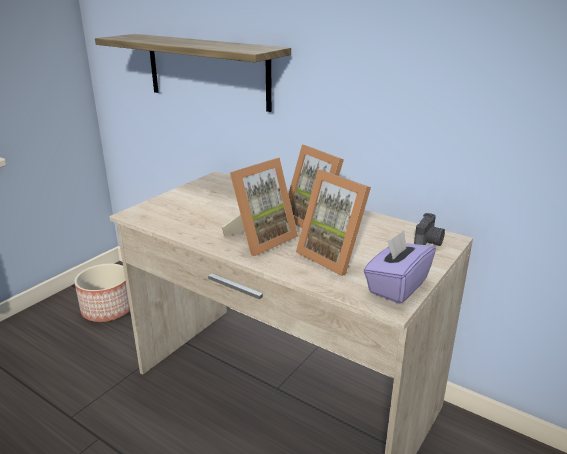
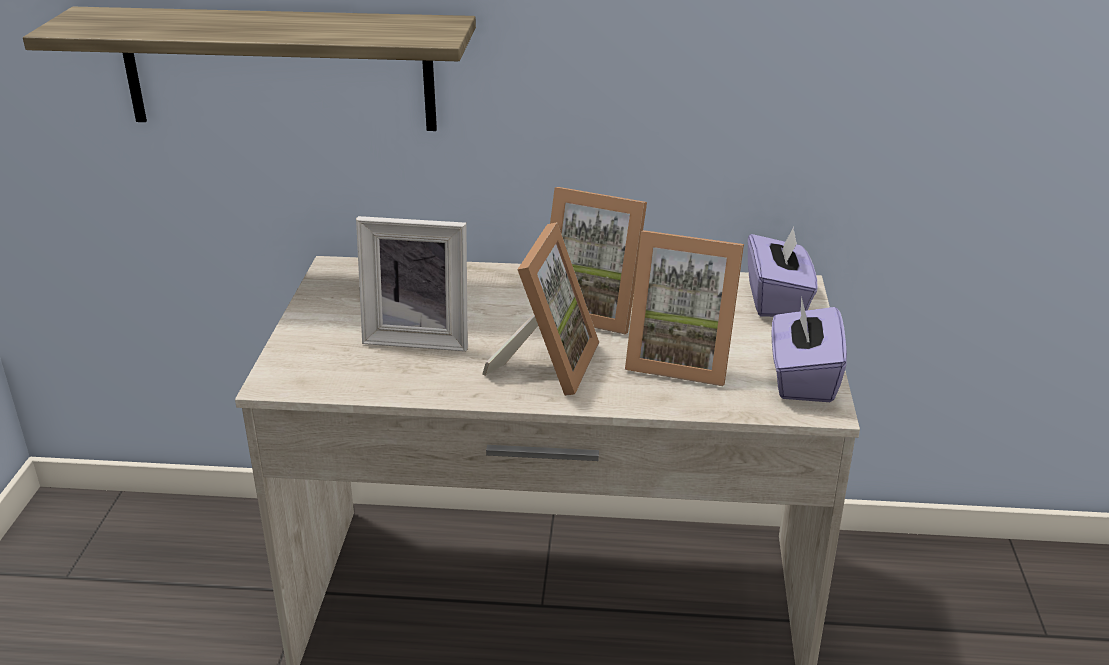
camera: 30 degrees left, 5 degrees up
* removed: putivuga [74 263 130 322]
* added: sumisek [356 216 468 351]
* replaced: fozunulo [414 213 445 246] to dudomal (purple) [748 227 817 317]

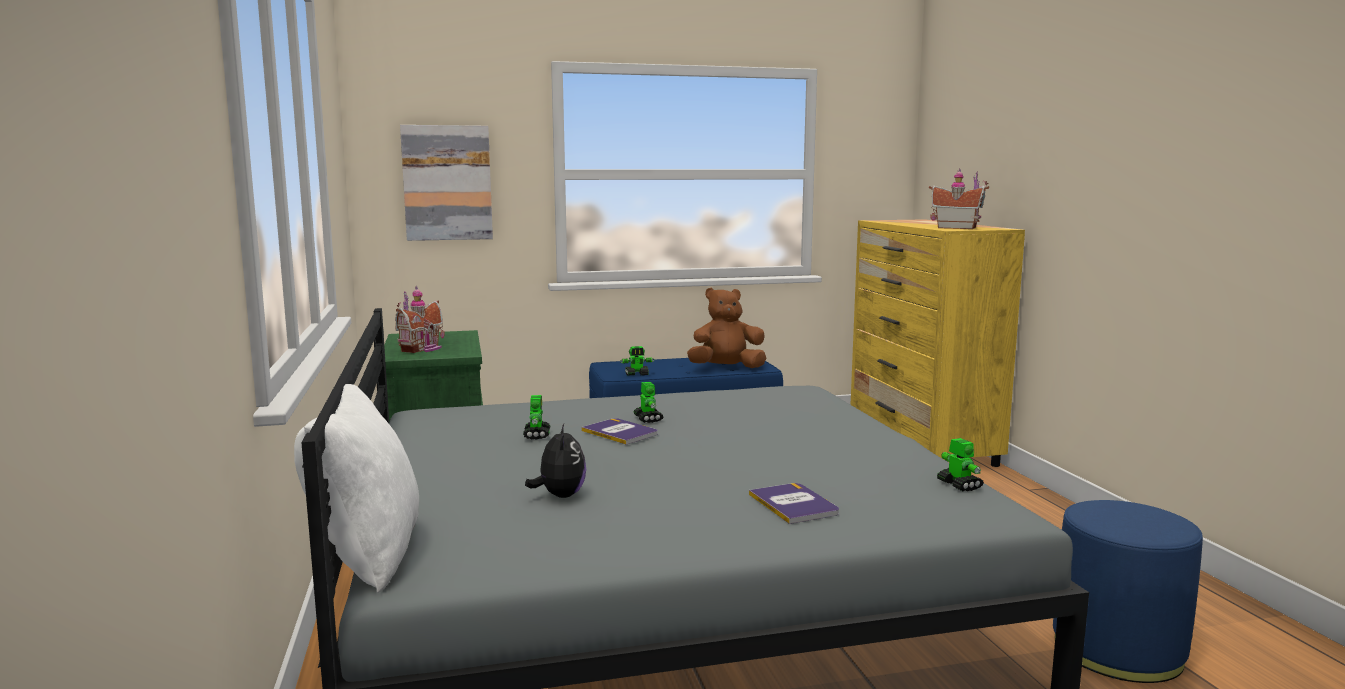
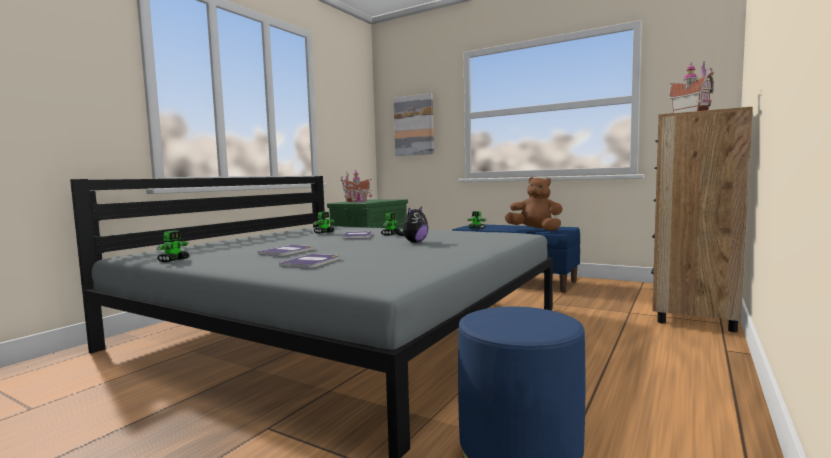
camera: 45 degrees right, 5 degrees down
* removed: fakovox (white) [294 384 419 593]
* added: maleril [258 245 314 256]
* moved: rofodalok [525 424 586 498] to [396 206 428 243]
* moved: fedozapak [937 438 984 491] to [157 231 189 262]
* recoloured: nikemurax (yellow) [851 219 1025 467] to nikemurax (brown) [651 107 753 332]

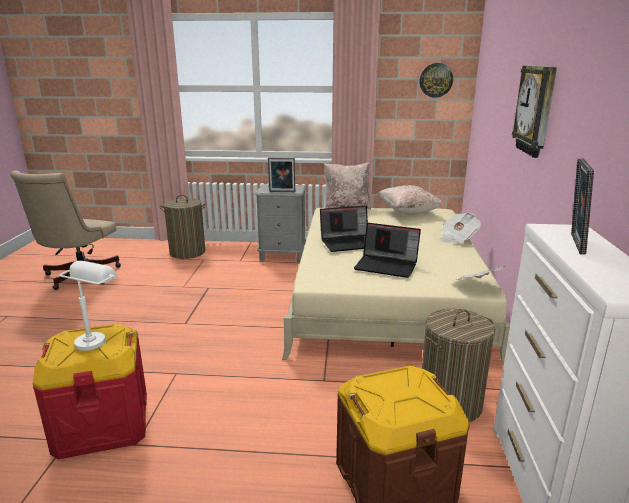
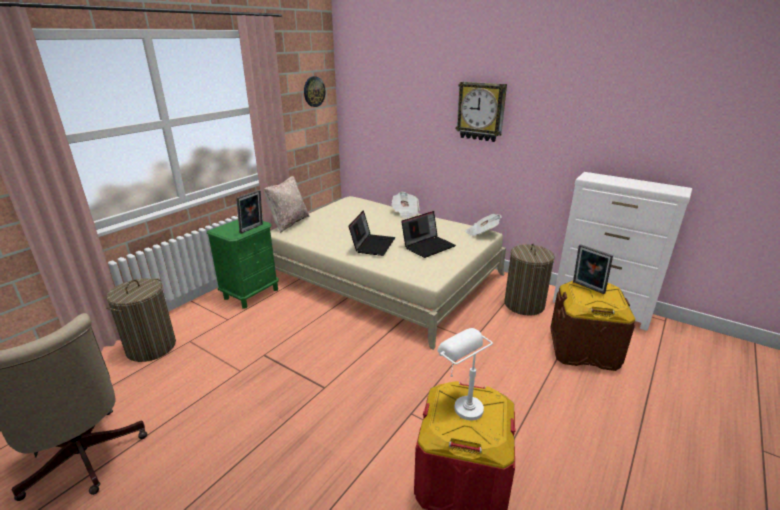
camera: 60 degrees left, 5 degrees up
* removed: fakovox (beige) [378 185 443 214]
* moved: sumisek [571 158 594 254] to [573 244 613 294]
* recoloured: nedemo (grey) [255 184 306 262] to nedemo (green) [206 219 279 309]

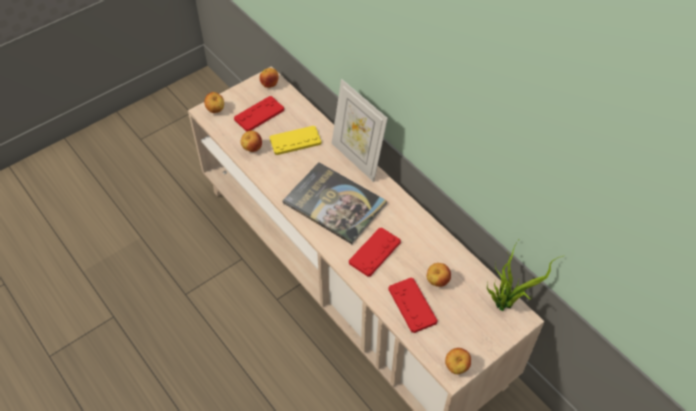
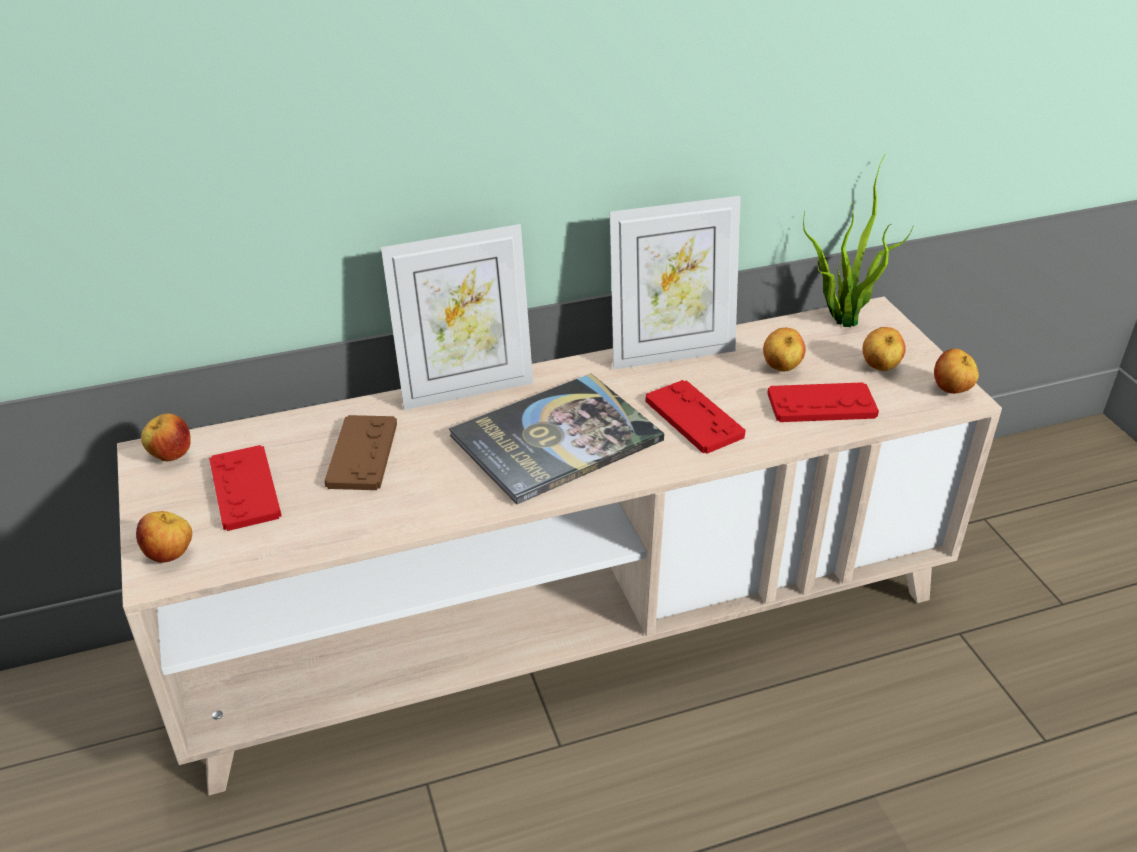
camera: 70 degrees left, 15 degrees down
* added: sumisek [610 196 741 370]
* moved: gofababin [240 131 262 152] to [863 327 906 371]
* recoloured: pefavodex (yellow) [269 126 322 155] to pefavodex (brown) [324 415 397 490]

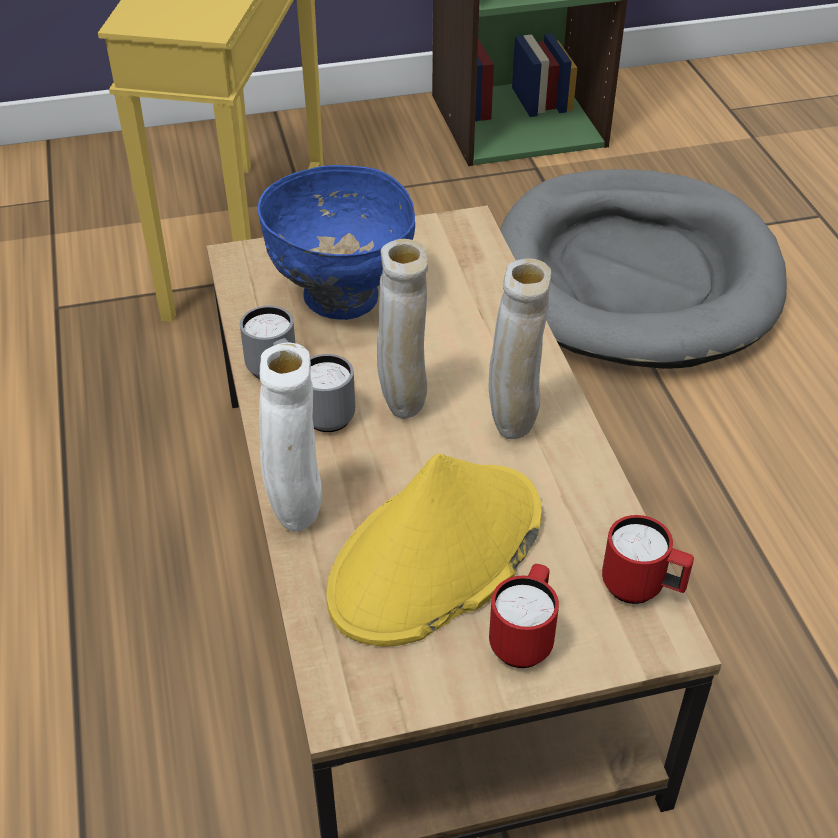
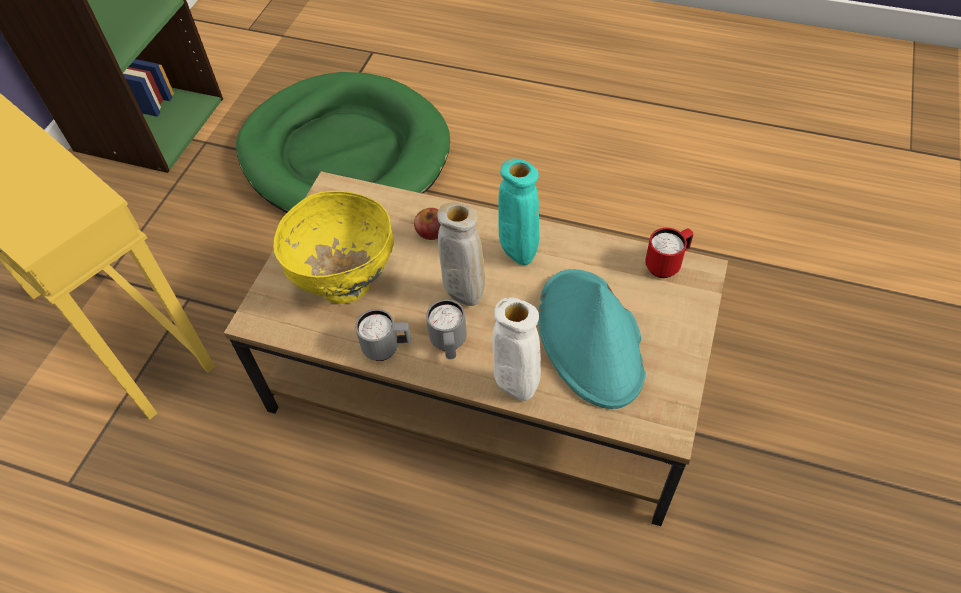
camera: 55 degrees left, 10 degrees up
* removed: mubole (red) [489 564 559 668]
* added: gofababin [414 208 441 240]
* recoloured: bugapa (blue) [258 165 415 320] to bugapa (yellow) [273 191 394 304]
* recoloured: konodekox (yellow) [326 454 542 647] to konodekox (turquoise) [538 269 646 409]
* recoloured: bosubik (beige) [489 258 552 439] to bosubik (turquoise) [498 159 539 265]
* recoloured: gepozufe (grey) [500 169 787 369] to gepozufe (green) [236 72 450 213]

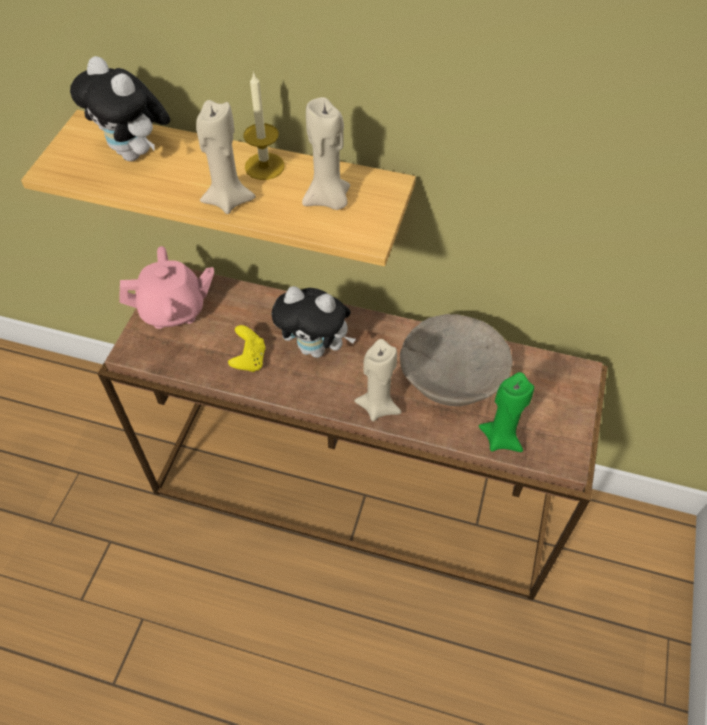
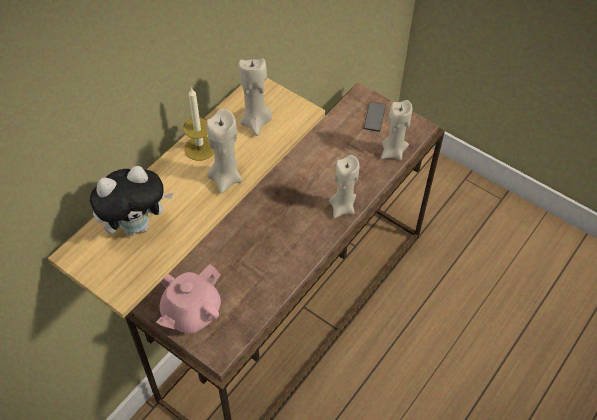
camera: 70 degrees left, 0 degrees up
* removed: pefavodex (yellow) [228 325 265 372]
* removed: rofodalok [272 286 356 358]
* removed: bugapa (beige) [400 314 513 406]
* added: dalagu [364 102 386 132]
* recoloured: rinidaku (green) [479 372 534 452] to rinidaku (beige) [381 100 412 160]
* turned: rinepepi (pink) [120 246 214 329] = [156 264 221 333] 150 degrees counterclockwise

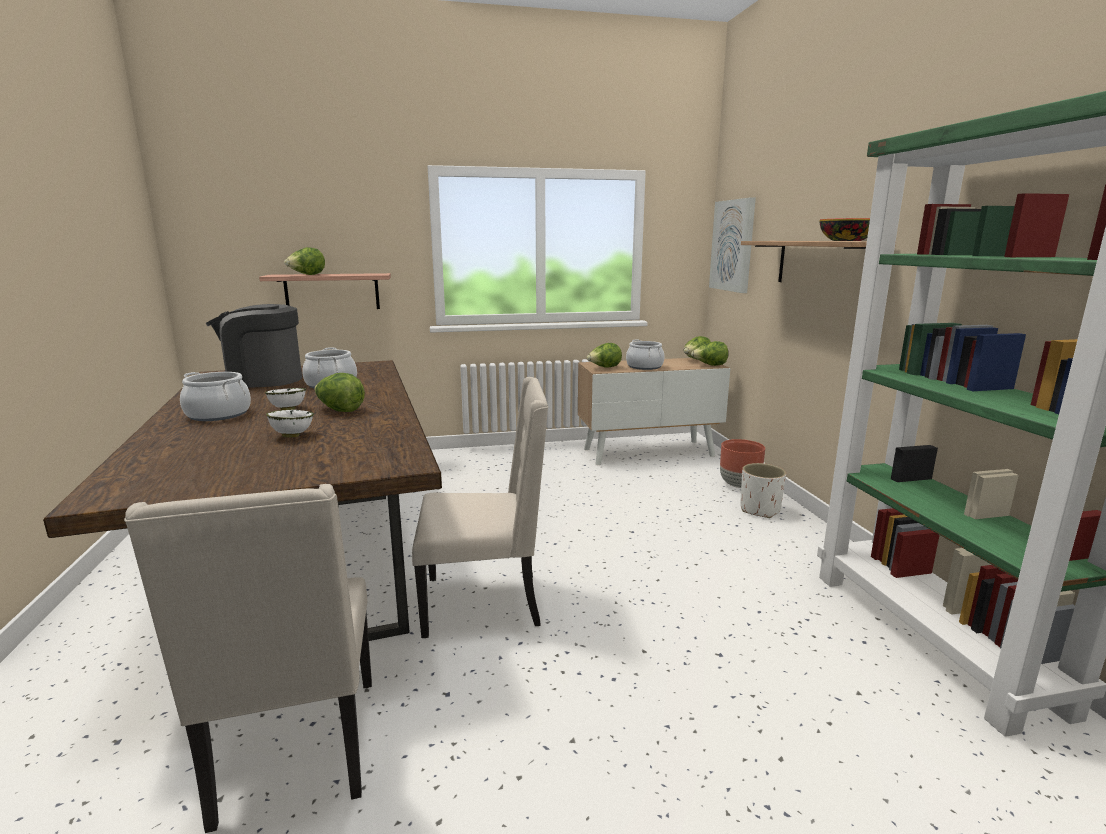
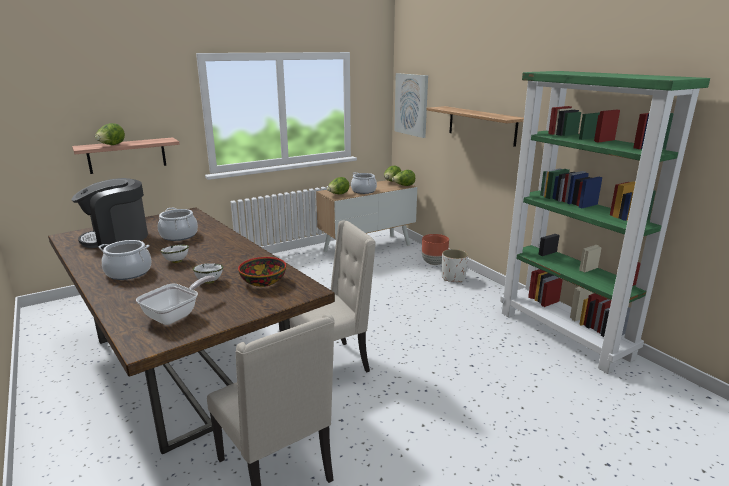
camera: 20 degrees left, 5 degrees up
* removed: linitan [314 373 365 412]
* added: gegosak [136 275 215 325]
* moved: bugapa [819 218 870 241] to [238 257 286 287]

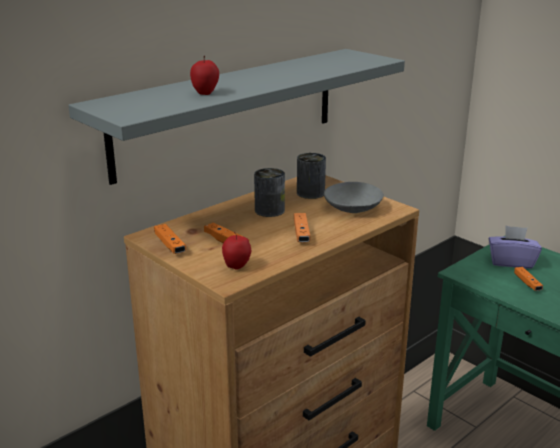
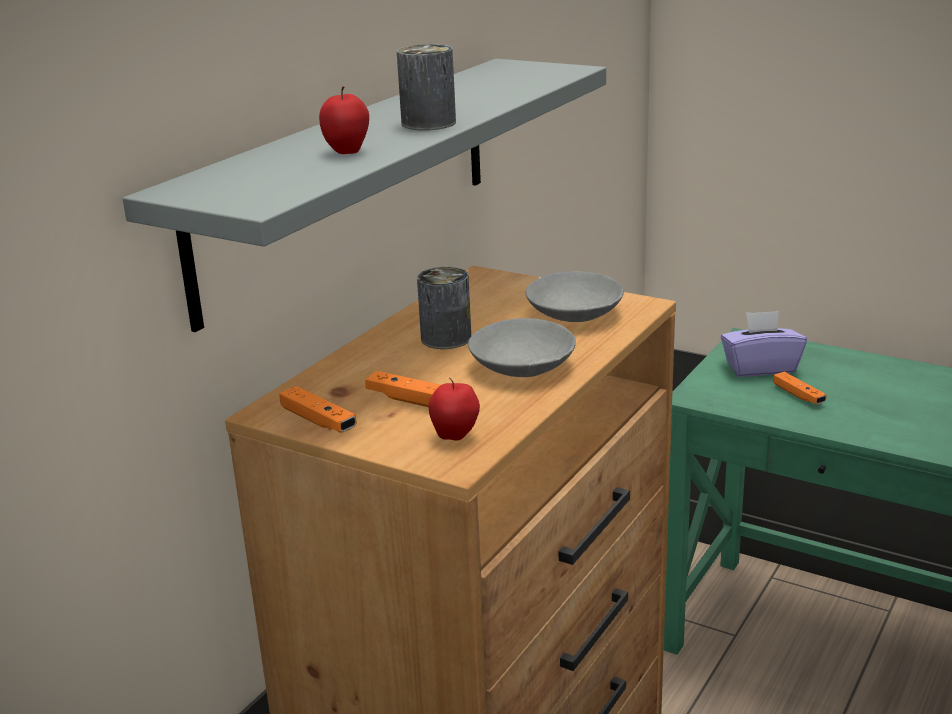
camera: 15 degrees left, 0 degrees up
* moved: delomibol [297 153 326 199] to [397 44 456 130]
* replaced: pefavodex (orange) [294 213 311 243] to bugapa (grey) [468 318 576 377]

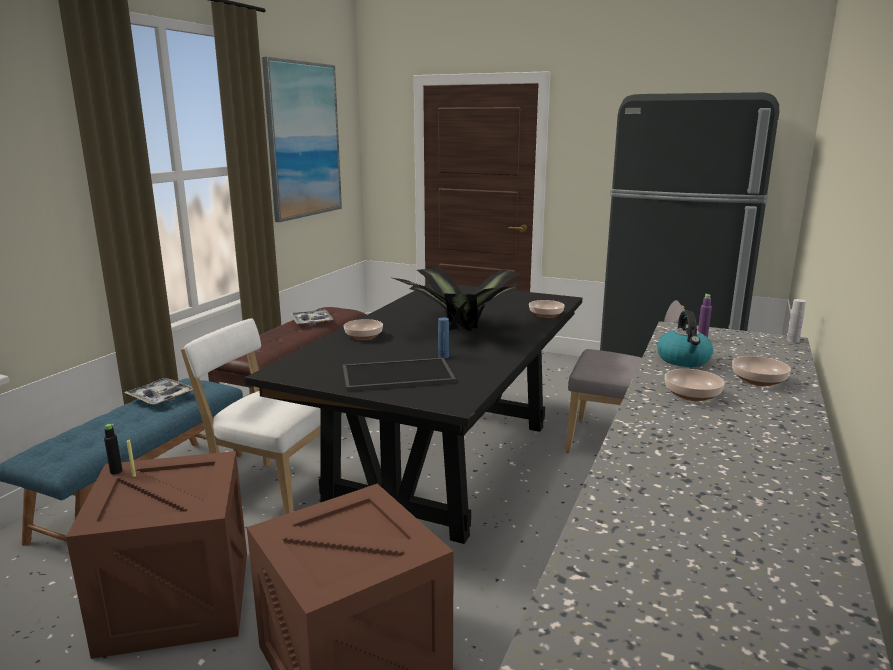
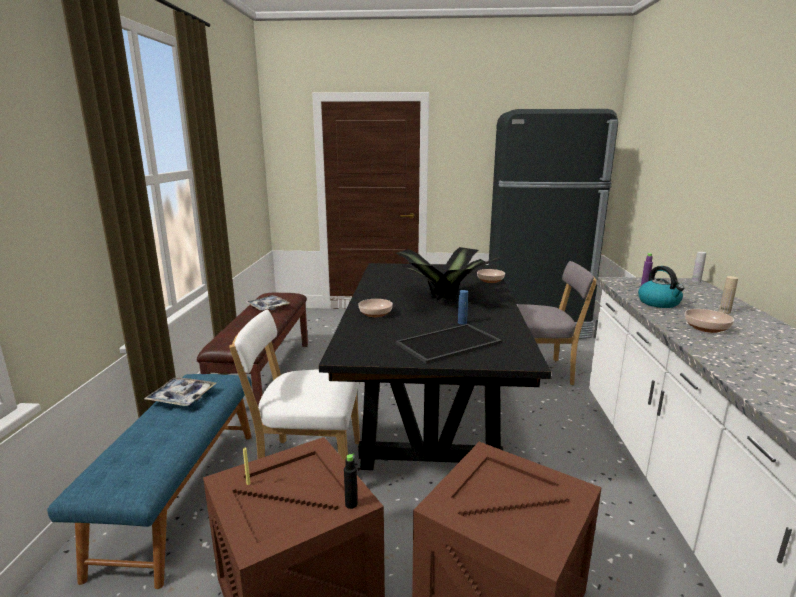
camera: 20 degrees left, 0 degrees up
* removed: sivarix [262 57 342 222]
* moved: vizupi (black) [104 424 122 474] to [344 453 358 509]
* replaced: bugapa [732 356 791 386] to vizupi (beige) [719 276 738 314]

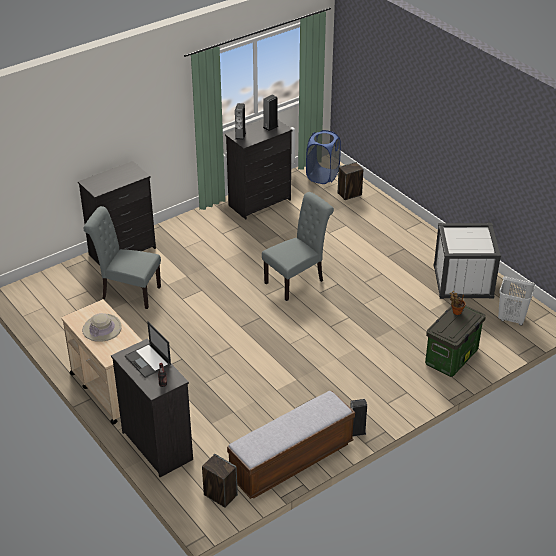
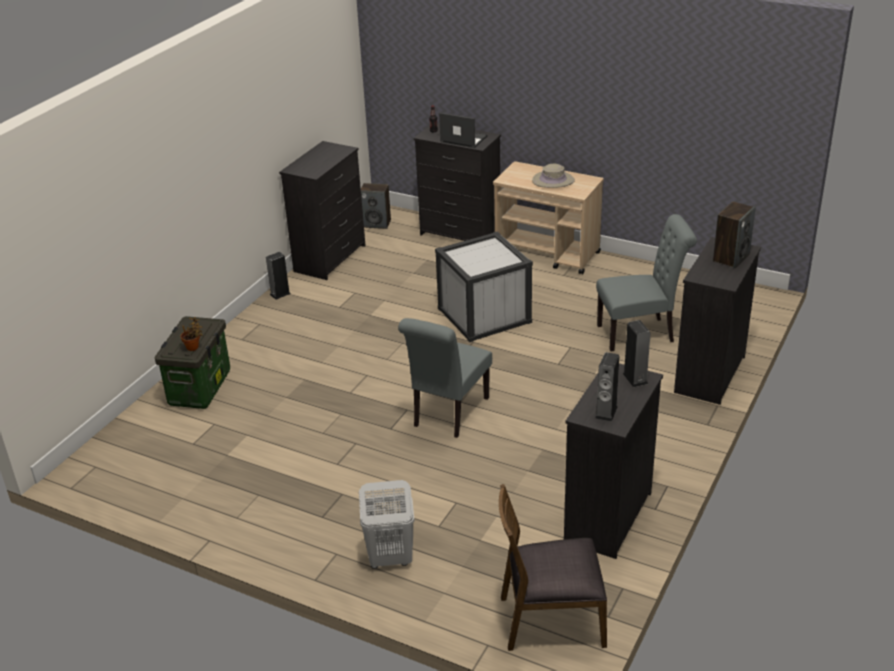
camera: 155 degrees right, 5 degrees down
* moved: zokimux [338 162 363 200] to [713 201 756 268]
* moved: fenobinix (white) [434 223 501 299] to [435 231 533 342]
* moved: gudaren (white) [498 276 535 326] to [359 480 415 569]
* replaced: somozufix [227 391 355 499] to nikemurax (black) [279 141 366 280]
* replaced: gudaren (blue) [306 130 341 184] to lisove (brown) [499 484 607 651]

